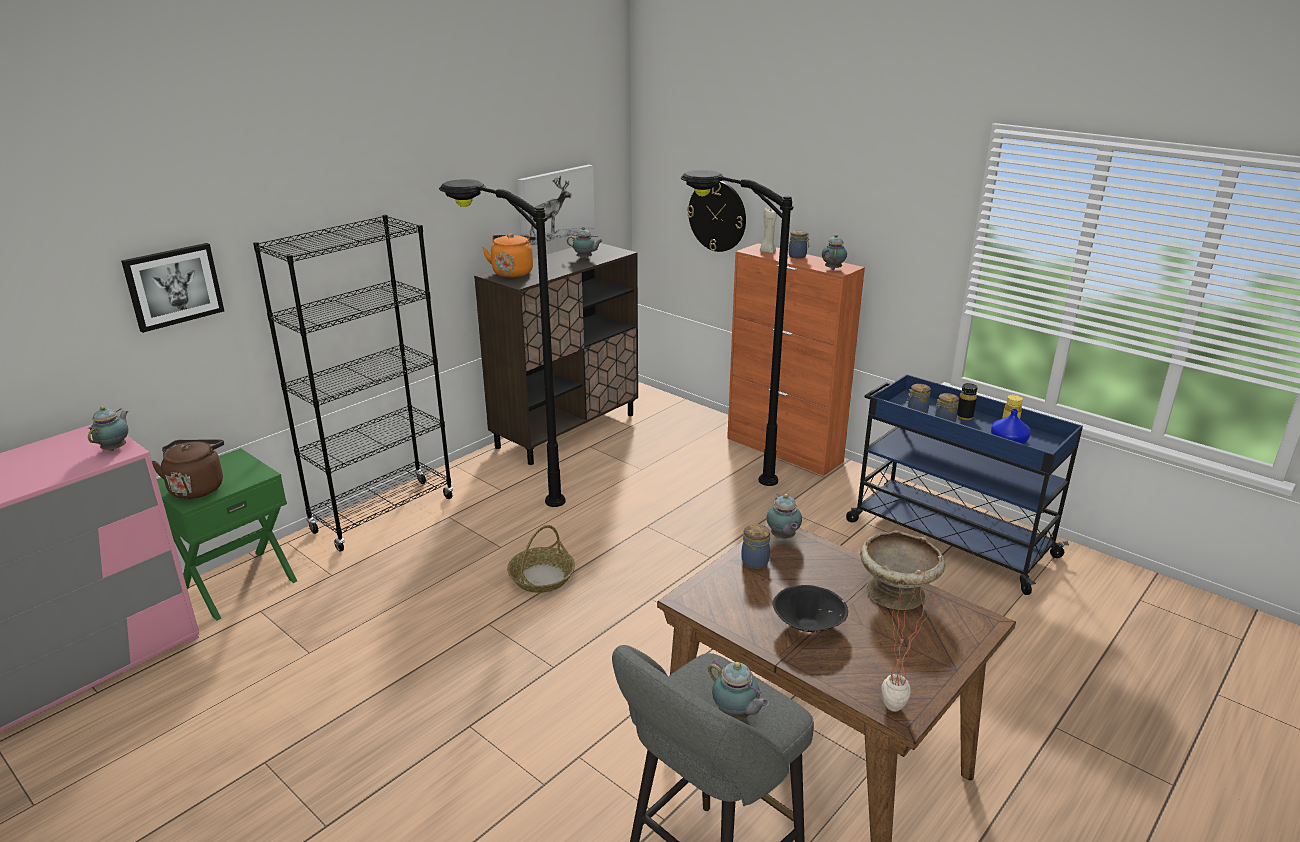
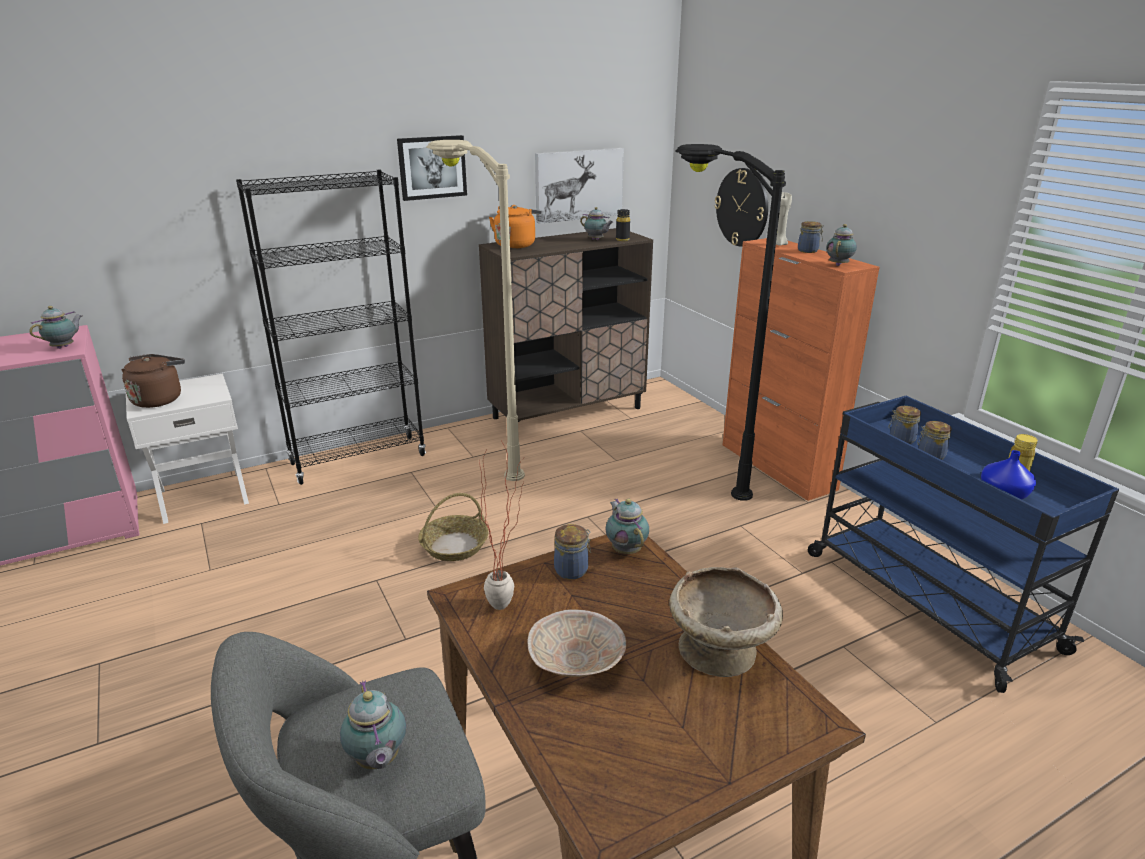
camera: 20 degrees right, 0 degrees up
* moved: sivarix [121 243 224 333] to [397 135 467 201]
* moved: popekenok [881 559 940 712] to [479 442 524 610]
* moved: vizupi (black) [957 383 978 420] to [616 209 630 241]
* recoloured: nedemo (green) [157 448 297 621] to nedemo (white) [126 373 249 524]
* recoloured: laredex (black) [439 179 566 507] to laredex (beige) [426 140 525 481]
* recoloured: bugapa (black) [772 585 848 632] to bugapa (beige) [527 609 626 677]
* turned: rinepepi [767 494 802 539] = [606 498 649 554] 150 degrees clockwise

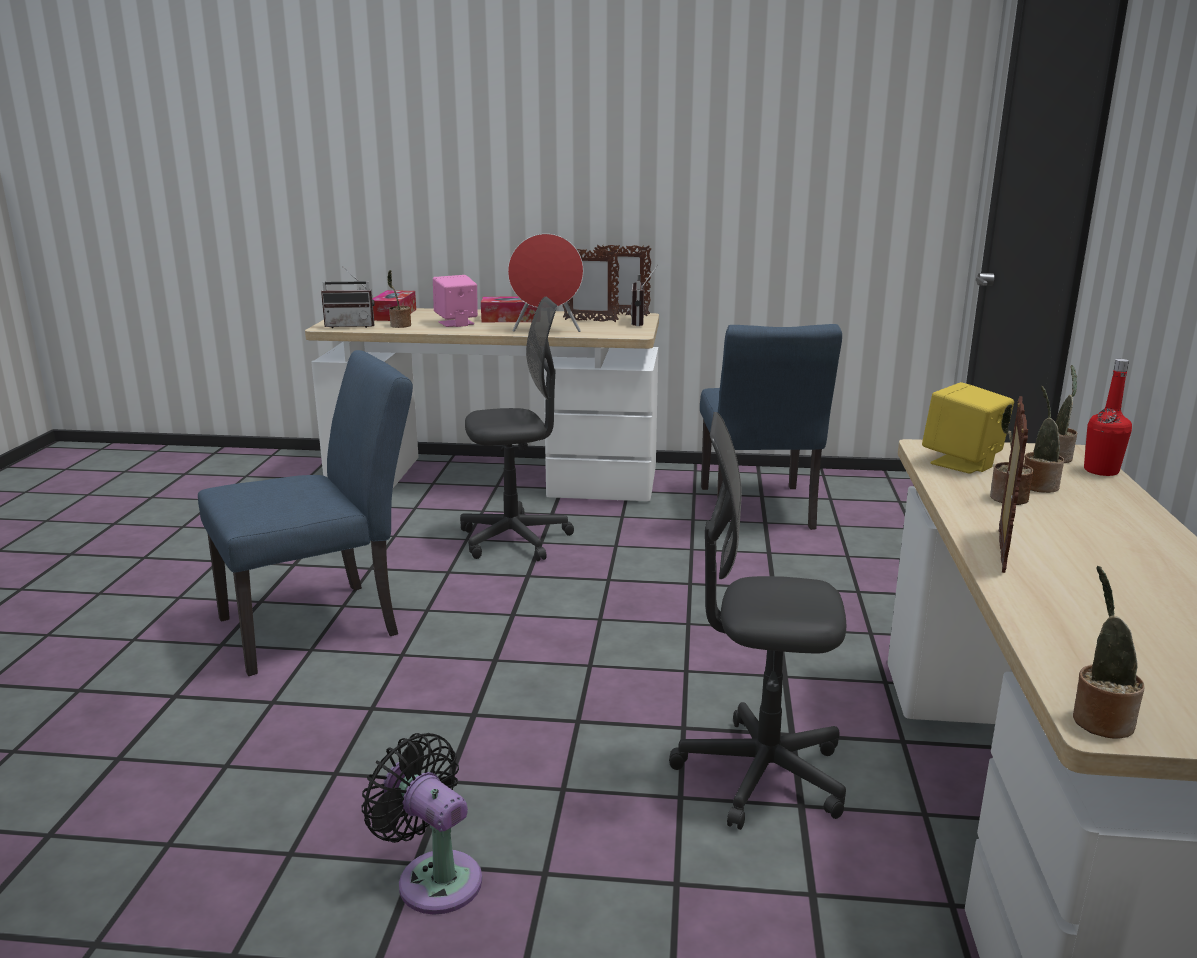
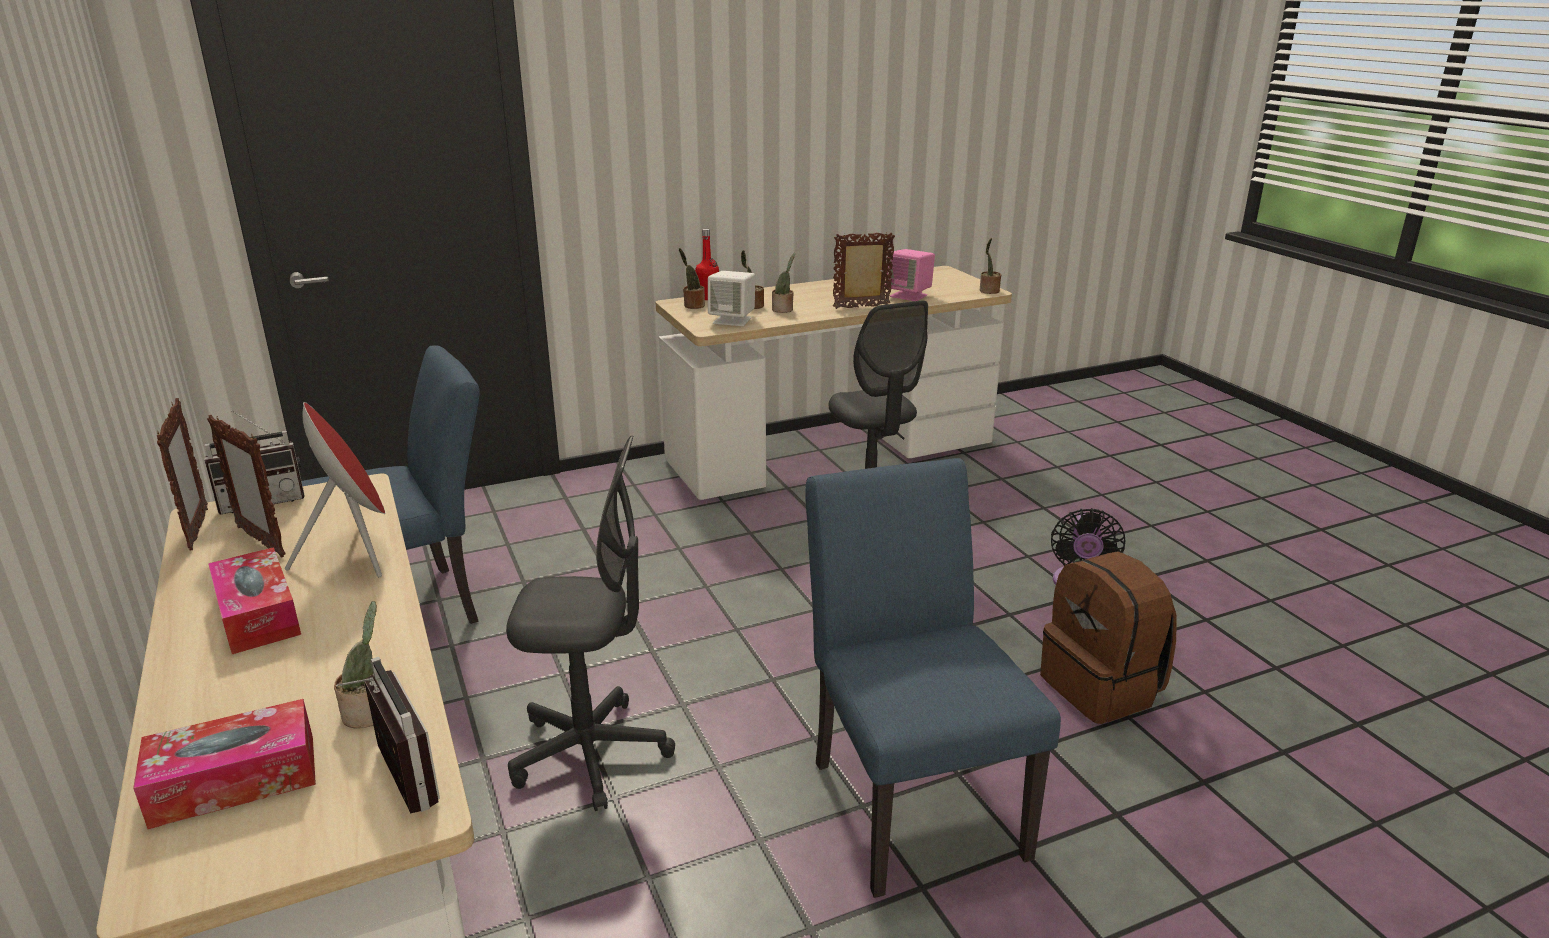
camera: 120 degrees left, 5 degrees up
* added: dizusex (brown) [1040 551 1177 724]
* moved: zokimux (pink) [433 275 478 327] to [885 249 935 301]
* recoloured: zokimux (yellow) [922 382 1014 474] to zokimux (white) [708 271 755 326]
* turned: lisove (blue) [198 350 413 676] = [805 458 1061 898] 45 degrees clockwise
* turned: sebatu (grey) [460 297 574 561] = [506 436 675 811] 135 degrees clockwise
* turned: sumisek [563 249 619 322] = [207 415 285 558] 150 degrees clockwise

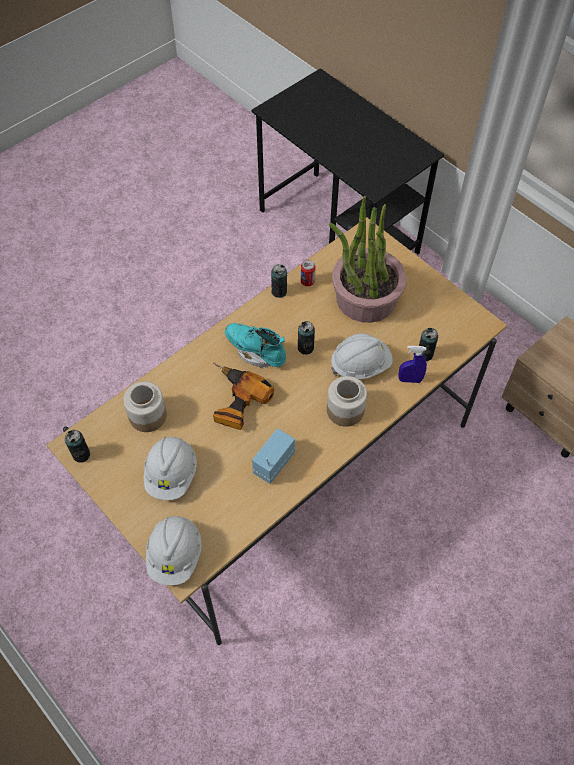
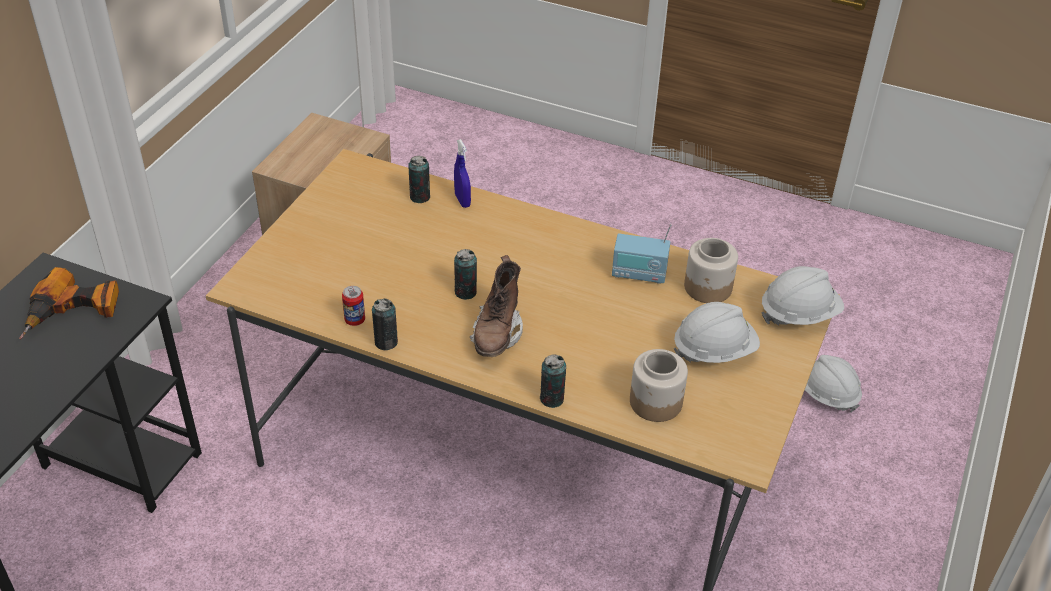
camera: 115 degrees left, 15 degrees down
* removed: popekenok [329 196 407 323]
* moved: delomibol [65 430 90 463] to [540 354 566 408]
* moved: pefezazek [213 363 274 430] to [19 267 119 339]
* moved: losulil [327 376 367 427] to [684 238 738 303]
* moved: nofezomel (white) [331 333 393 379] to [805 355 862 412]
* recoloured: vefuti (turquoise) [225 323 286 369] to vefuti (brown) [470 255 523 357]

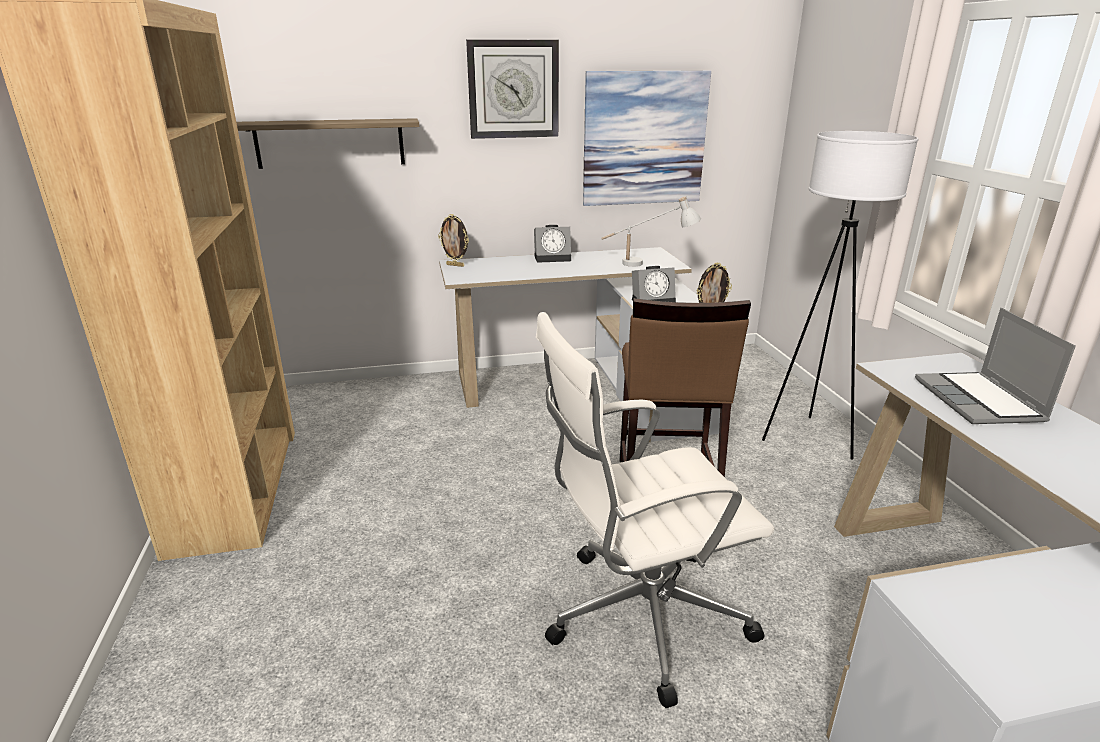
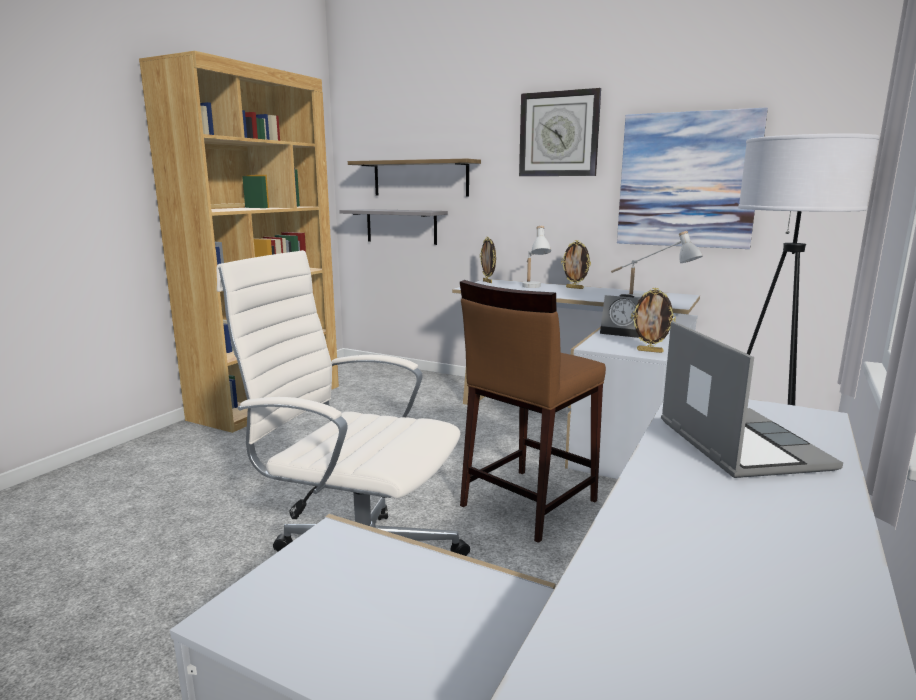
camera: 40 degrees right, 10 degrees down
* added: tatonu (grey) [339 209 448 245]
* added: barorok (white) [522 226 551 288]
* replaced: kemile [534 225 571 263] to sumisek [561 240 591 289]
* turned: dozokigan [915 308 1076 424] = [661 321 843 478] 135 degrees clockwise

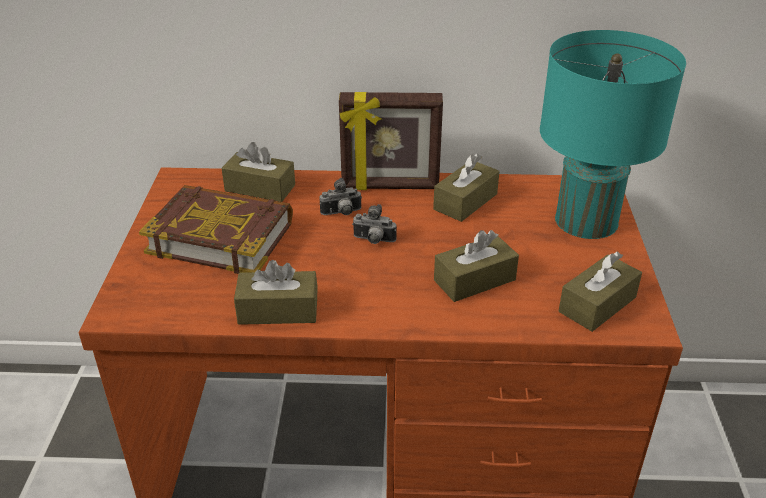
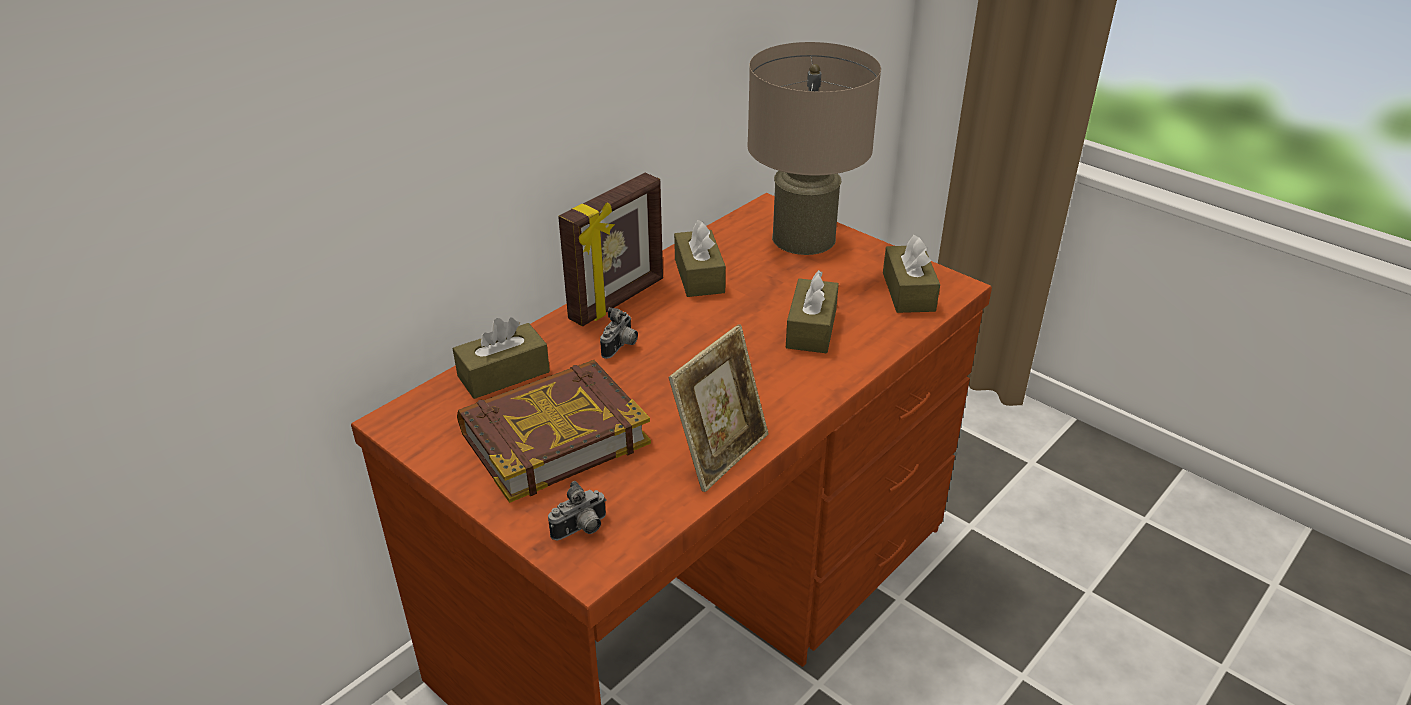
camera: 50 degrees left, 0 degrees up
* moved: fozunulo [352 204 397 244] to [548 481 606 541]
* replaced: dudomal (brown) [234 260 318 325] to sumisek [668 324 768 492]
* recoloured: barorok (turquoise) [540 30 686 239] to barorok (beige) [747 42 881 255]

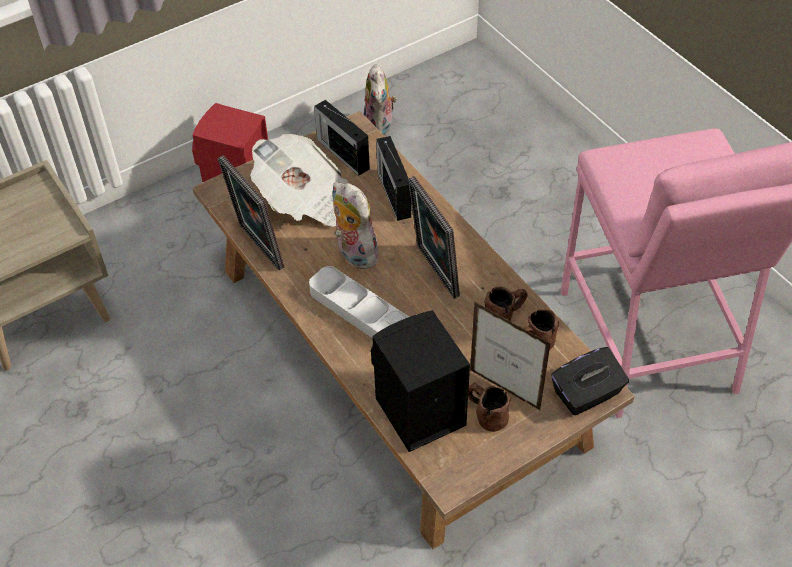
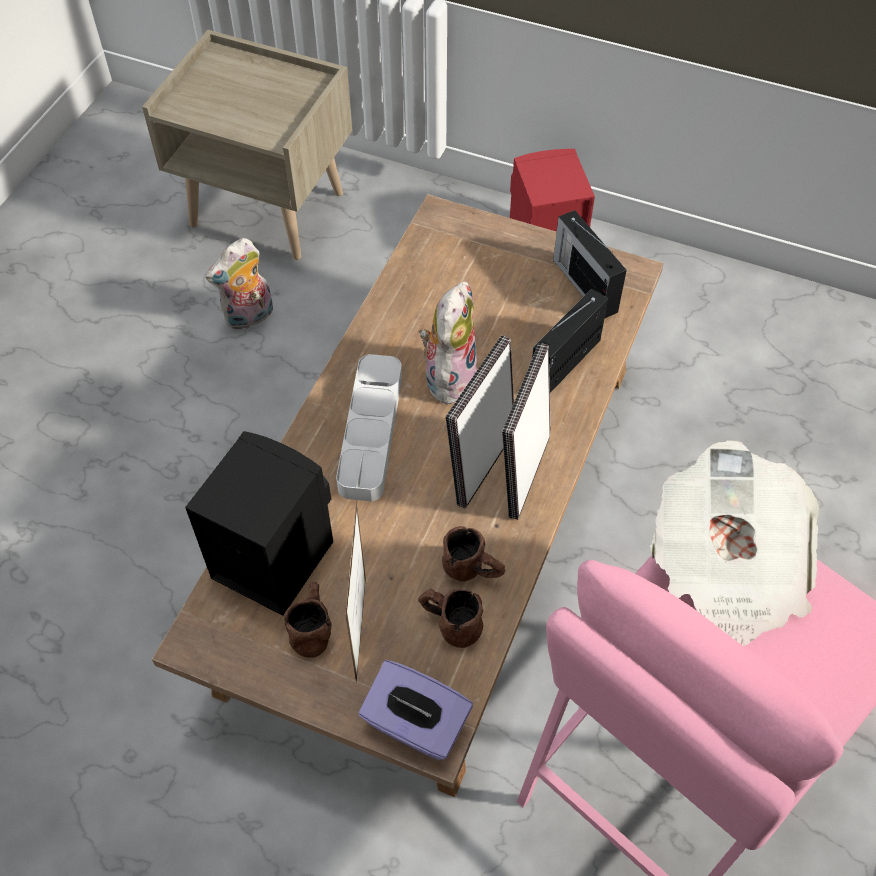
camera: 55 degrees right, 5 degrees up
* moved: sumisek [217 155 284 271] to [502 343 551 520]
* moved: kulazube [250 134 349 227] to [650 440 819 646]
* moved: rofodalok [363 64 397 137] to [206 238 273 330]
* recoloured: dudomal (black) [551 347 629 415] to dudomal (purple) [359 660 473 761]
* turned: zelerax [314 100 370 176] = [553 210 627 319] 45 degrees counterclockwise

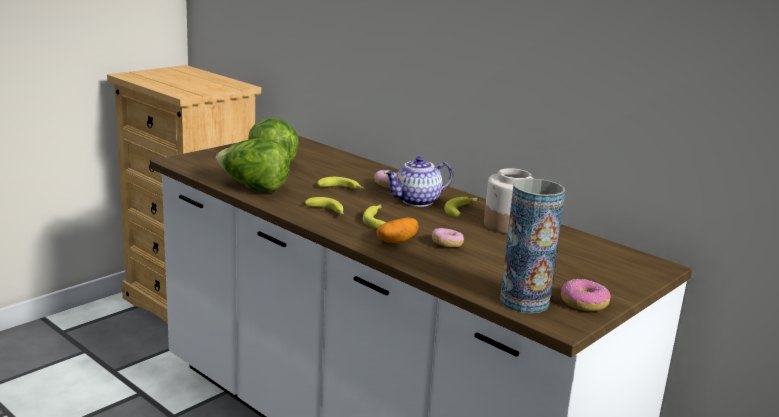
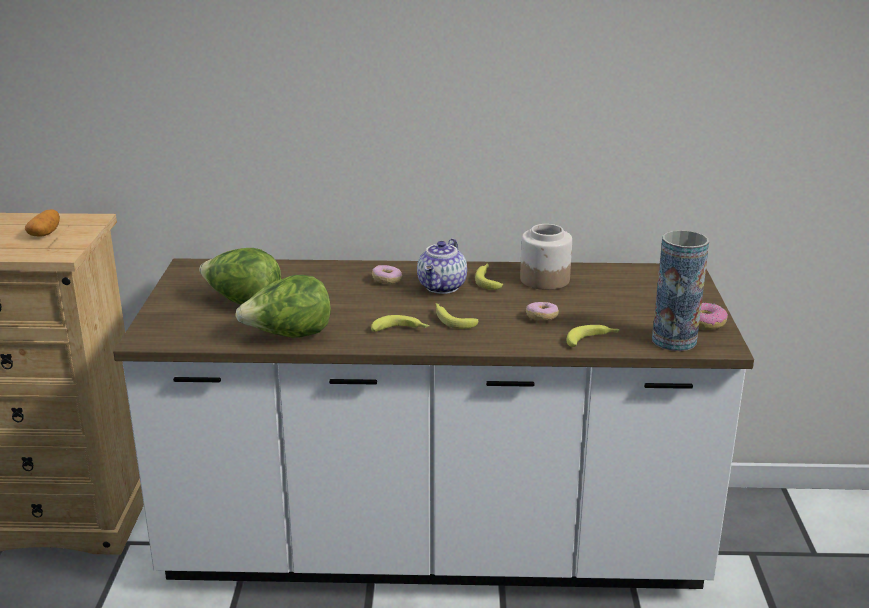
camera: 40 degrees left, 5 degrees up
* moved: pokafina [317 177 364 190] to [567 325 620 347]
* moved: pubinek [376 217 419 243] to [25 209 60 237]

